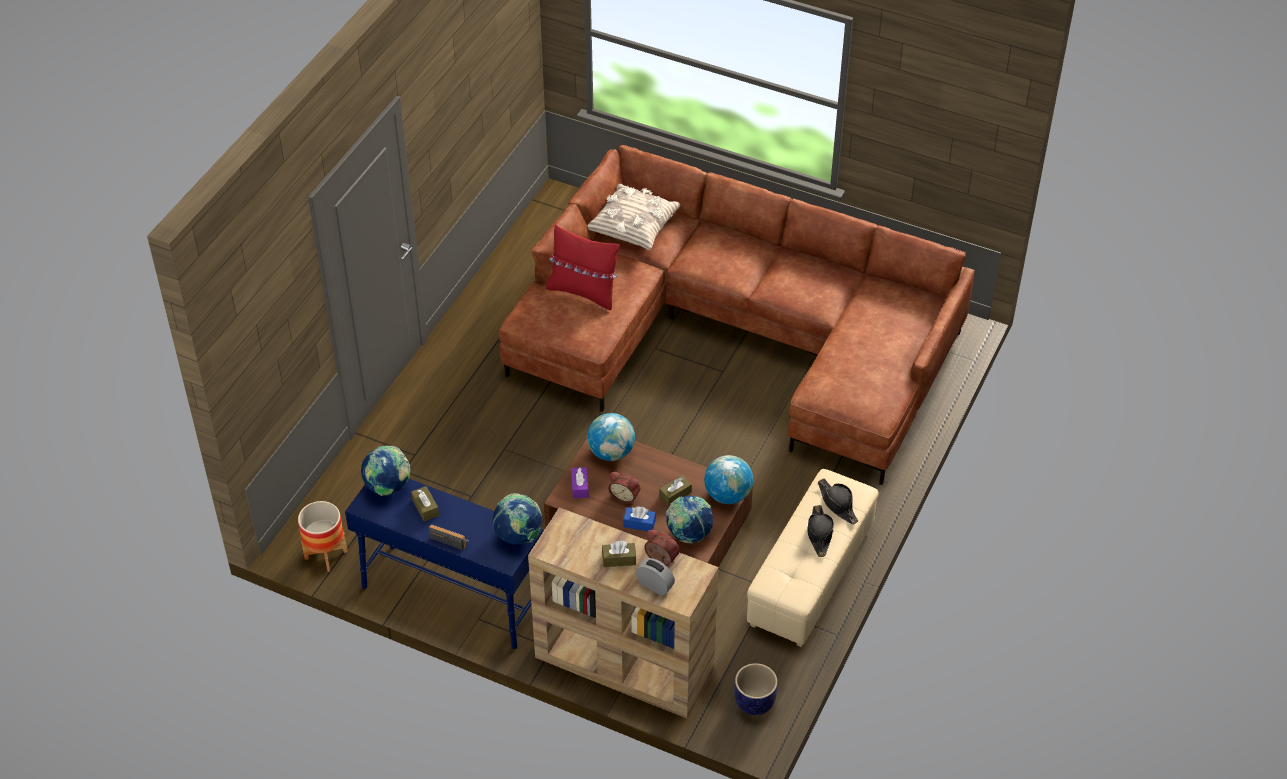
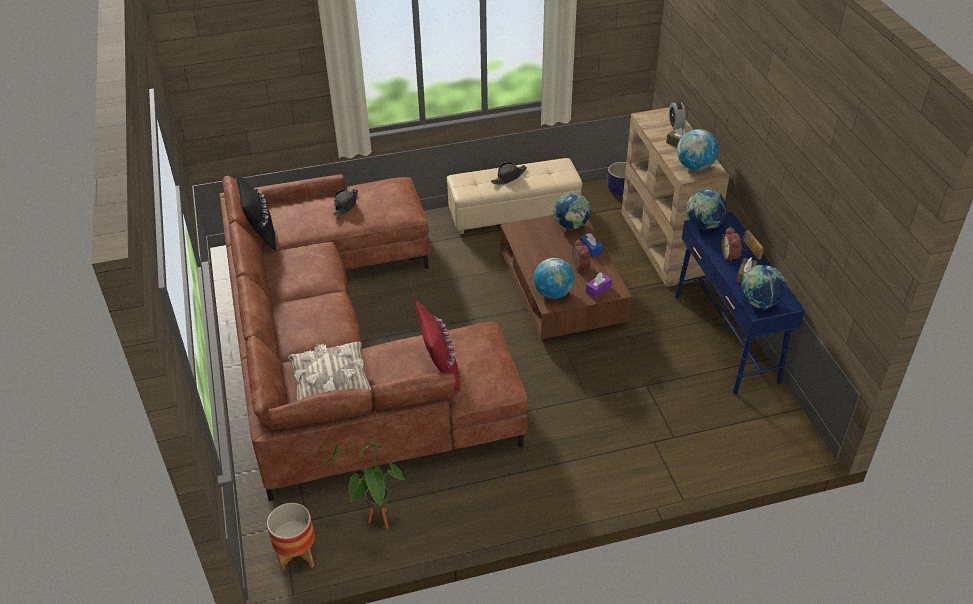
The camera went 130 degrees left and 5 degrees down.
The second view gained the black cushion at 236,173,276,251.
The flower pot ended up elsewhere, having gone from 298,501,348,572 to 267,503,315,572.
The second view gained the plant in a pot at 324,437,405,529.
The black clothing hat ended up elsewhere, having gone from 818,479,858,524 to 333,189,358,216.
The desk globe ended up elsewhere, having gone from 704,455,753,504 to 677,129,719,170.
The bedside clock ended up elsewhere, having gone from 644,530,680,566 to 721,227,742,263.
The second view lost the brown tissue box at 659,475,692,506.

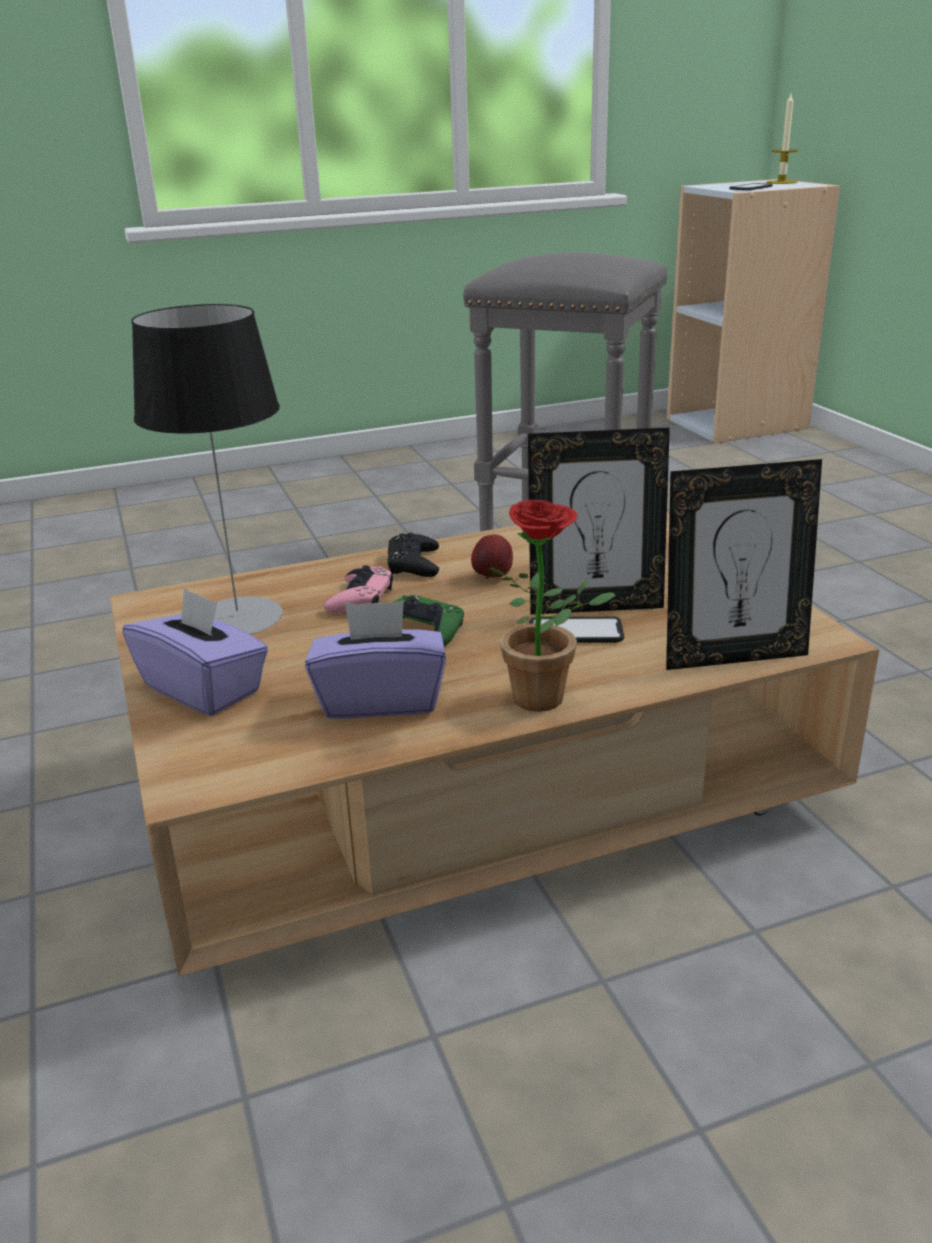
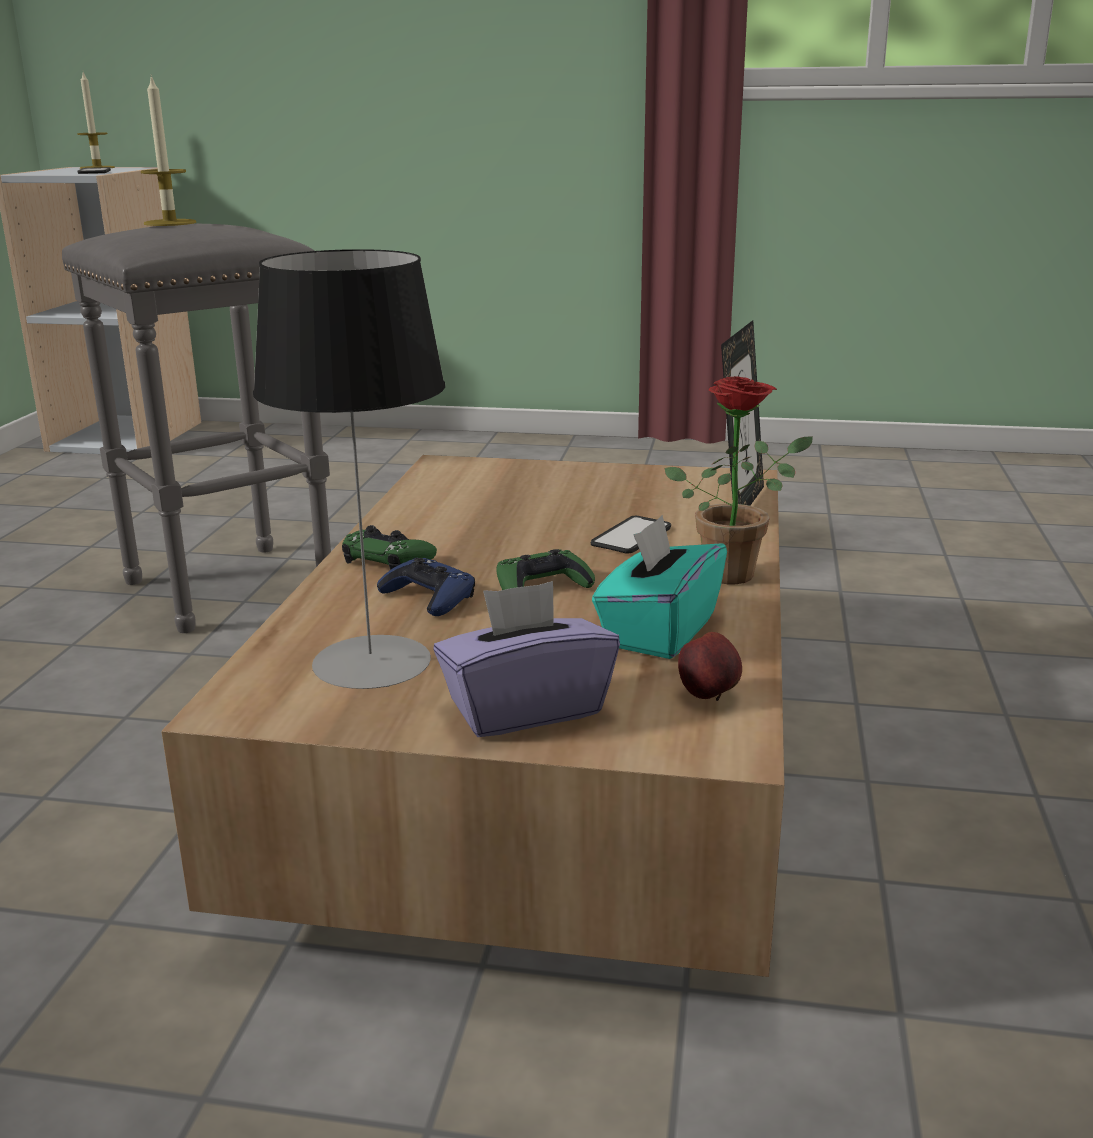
The camera went 60 degrees left and 5 degrees down.
The second view gained the candle at 141,75,196,226.
What was the black game controller at 387,532,439,577 turned into the greenish game controller at 342,525,437,570.
What was the pink game controller at 323,565,393,613 turned into the blue game controller at 377,558,475,616.
What was the purplish tissue box at 305,601,446,719 turned into the turquoise-coloured tissue box at 592,515,727,659.
The apple ended up elsewhere, having gone from 471,534,513,579 to 678,632,742,701.
The second view lost the picture frame at 528,427,670,614.

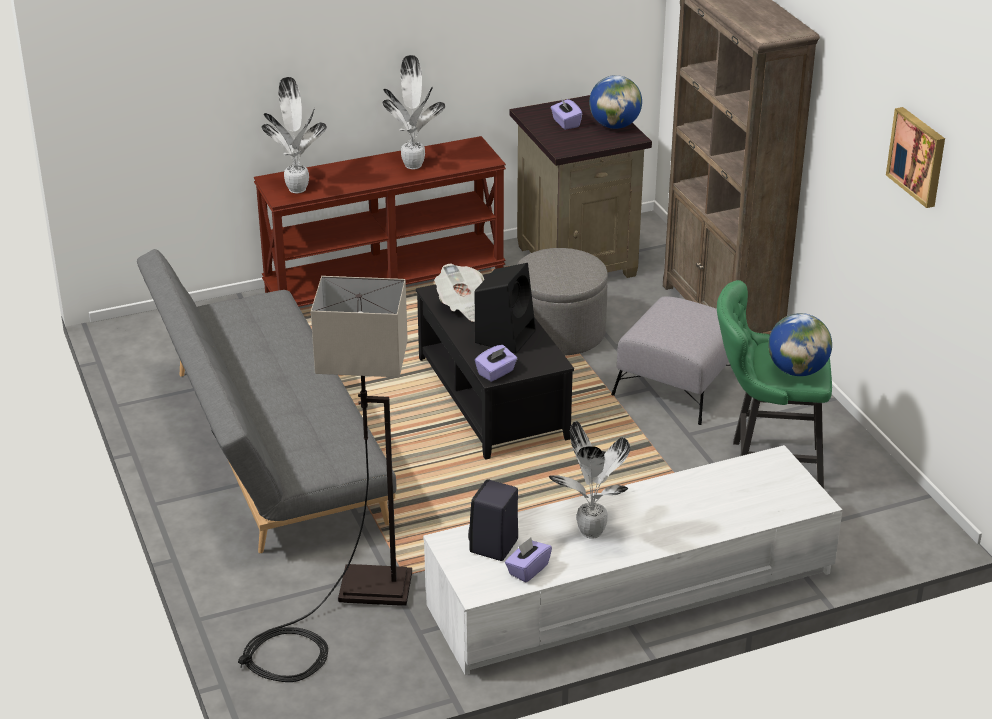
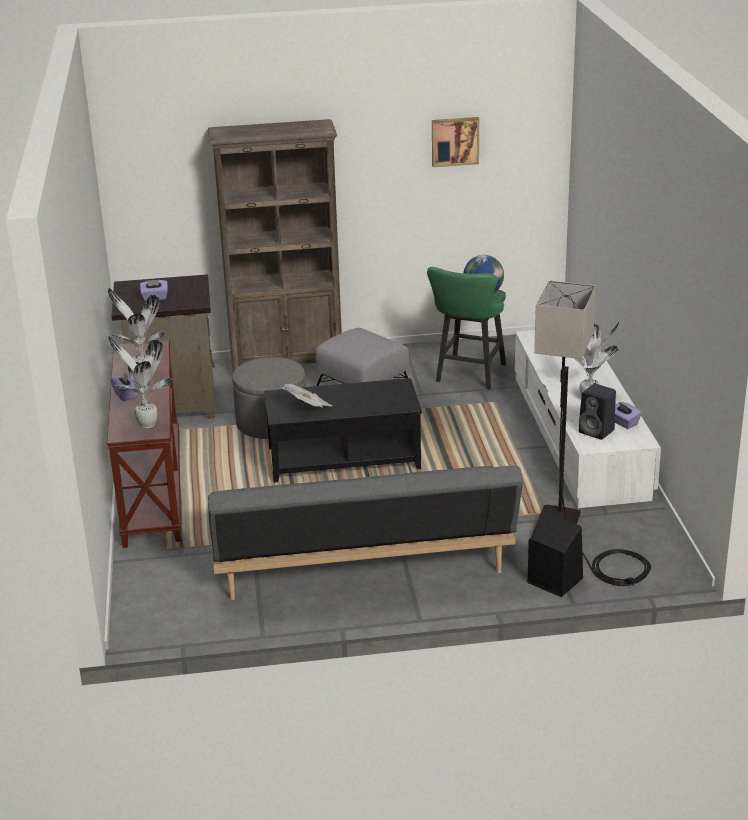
The camera went 75 degrees left and 5 degrees down.
The purplish tissue box ended up elsewhere, having gone from 475,345,517,382 to 111,371,137,401.
The black speaker ended up elsewhere, having gone from 475,263,536,354 to 528,513,583,597.
The second view lost the desk globe at 589,75,642,129.

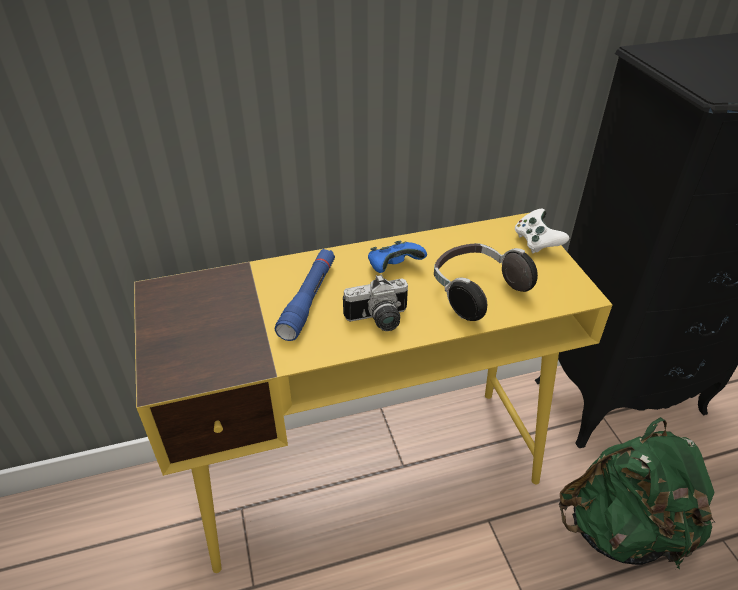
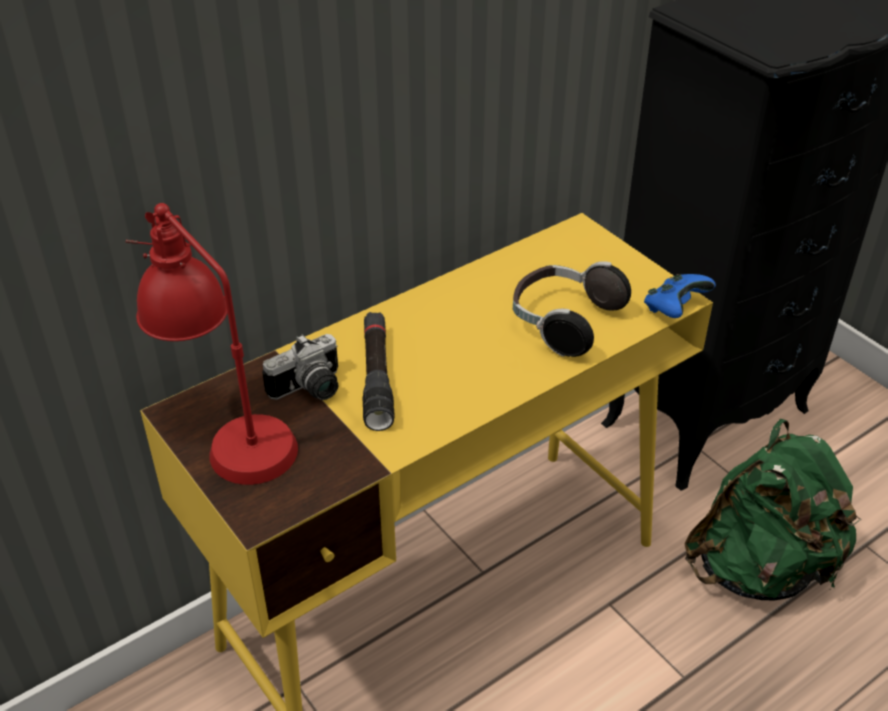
The camera went 20 degrees left and 0 degrees up.
The second view gained the red lamp for a table at 126,203,298,485.
The still camera ended up elsewhere, having gone from 343,274,408,331 to 262,334,338,400.
What was the blue torch at 275,249,335,341 turned into the black torch at 363,312,395,431.
The blue game controller ended up elsewhere, having gone from 368,241,427,273 to 644,274,716,318.
The second view lost the white game controller at 515,209,569,253.

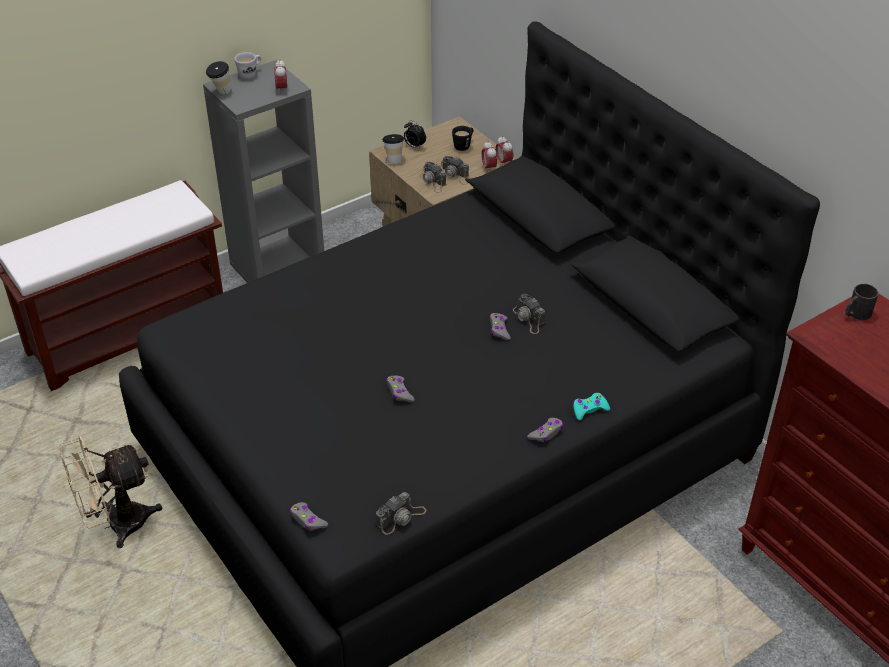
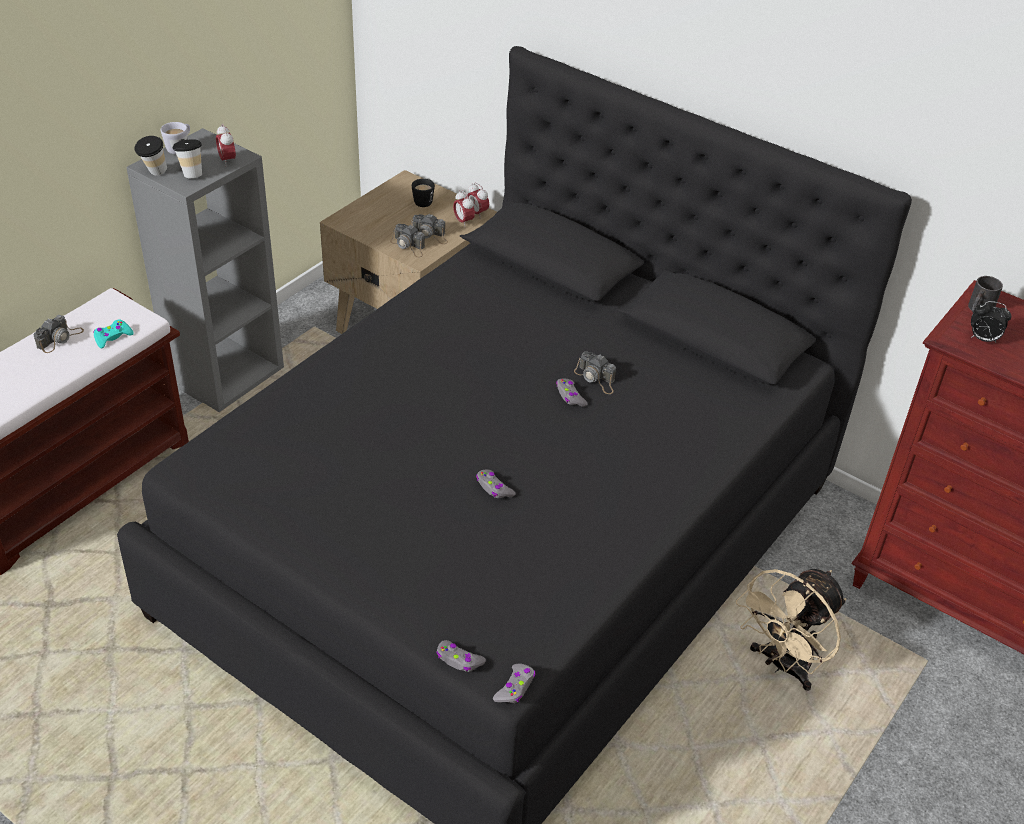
The camera went 20 degrees left and 0 degrees up.
The still camera ended up elsewhere, having gone from 376,492,426,535 to 34,315,84,353.
The turquoise-coloured game controller ended up elsewhere, having gone from 573,393,610,420 to 93,319,133,348.
The cup ended up elsewhere, having gone from 382,134,404,164 to 172,139,202,178.
The grey game controller ended up elsewhere, having gone from 527,418,563,442 to 493,664,535,703.
The beige fan ended up elsewhere, having gone from 58,436,162,548 to 736,569,846,691.
The bedside clock ended up elsewhere, having gone from 404,120,426,149 to 971,301,1011,342.

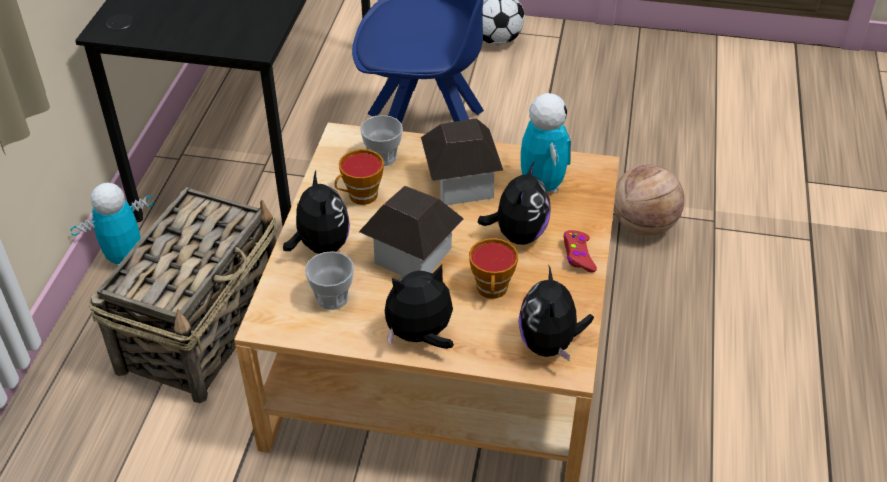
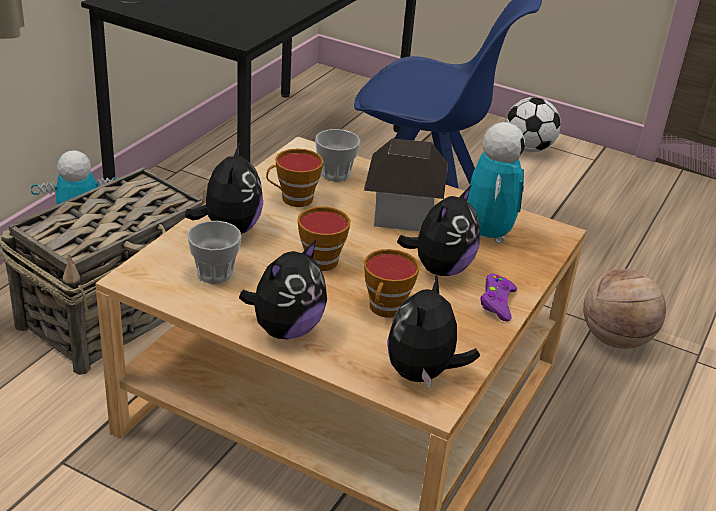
The camera went 15 degrees right and 10 degrees down.
The cuddly toy at 385,264,454,349 ended up facing another way, 135 degrees clockwise from before.
Where the miniature house stood at 359,186,464,276, the cup came to stand at 298,206,350,271.
What was the red game controller at 563,230,597,272 turned into the purplish game controller at 480,273,517,321.

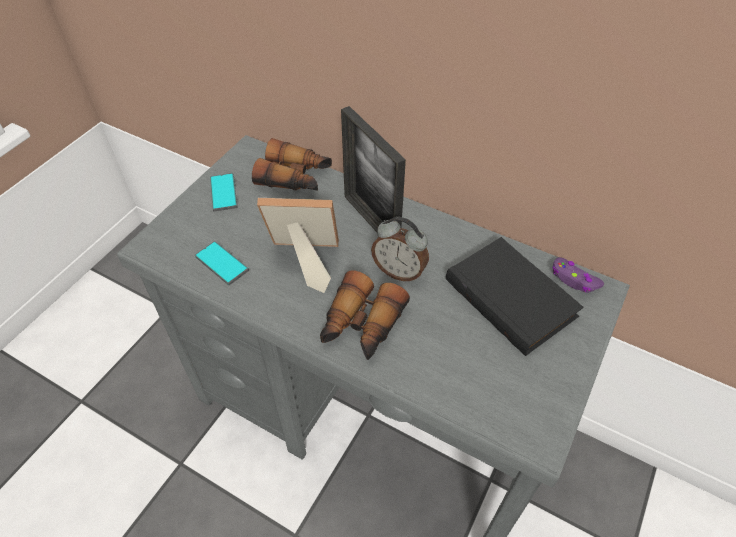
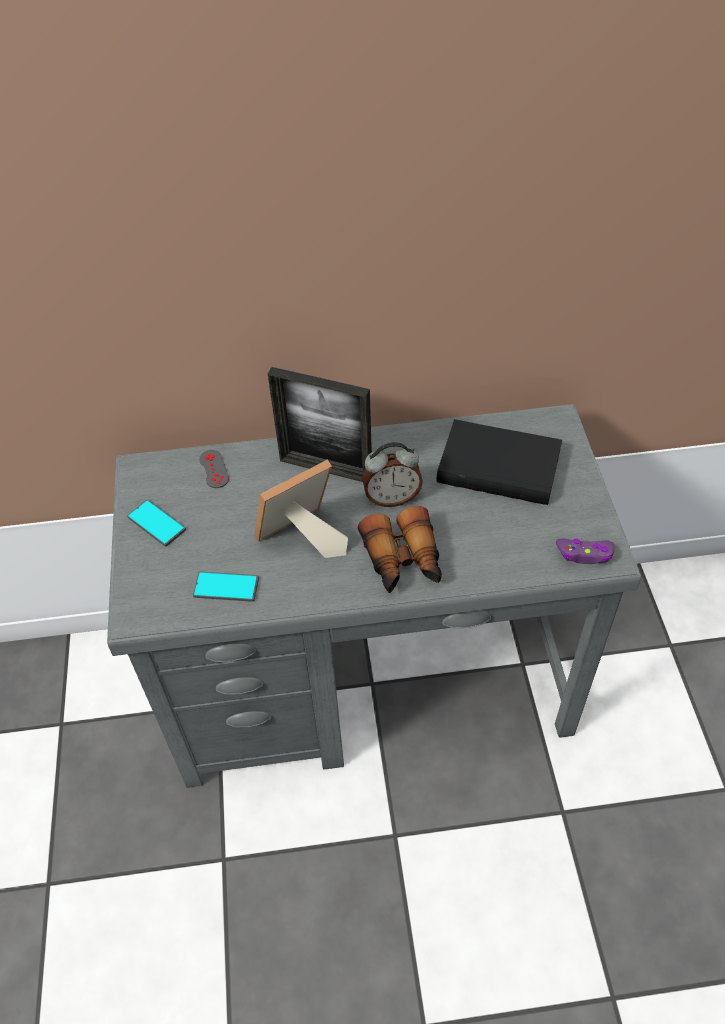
The camera went 35 degrees left and 0 degrees up.
Where the pair of binoculars stood at 252,138,332,191, the grey game controller came to stand at 199,450,229,488.
The purplish game controller ended up elsewhere, having gone from 553,257,604,293 to 556,538,615,564.

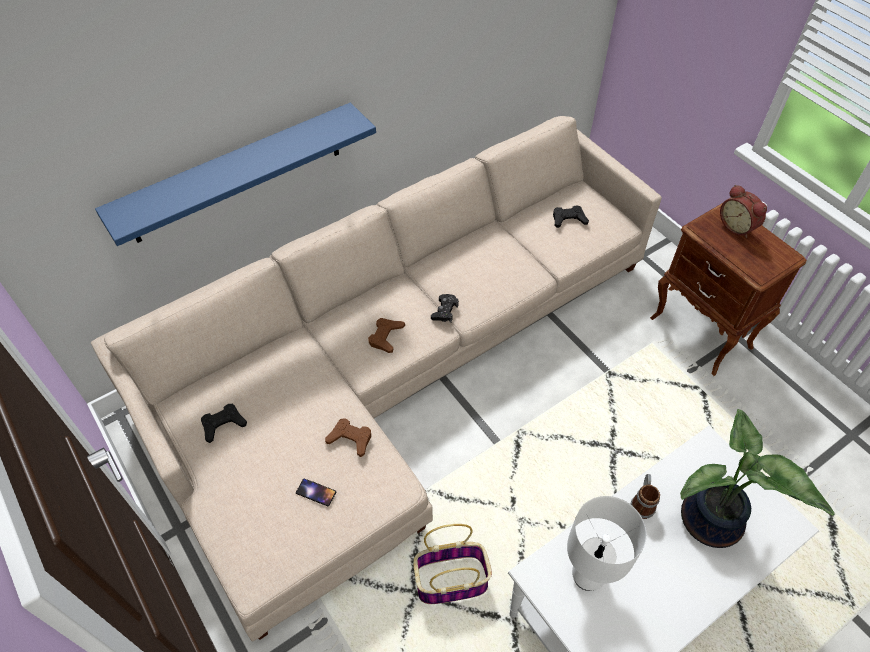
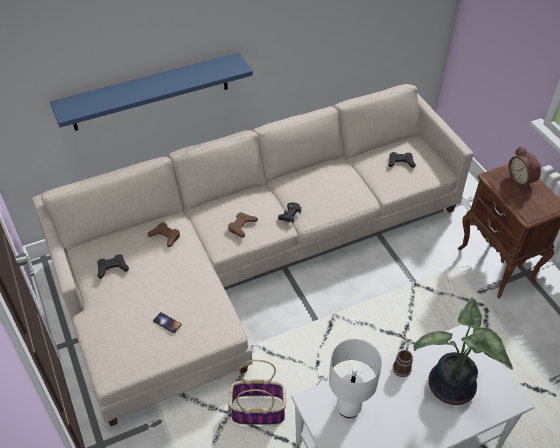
The camera went 10 degrees right and 5 degrees down.
The brown game controller ended up elsewhere, having gone from 325,418,371,457 to 148,222,180,247.

